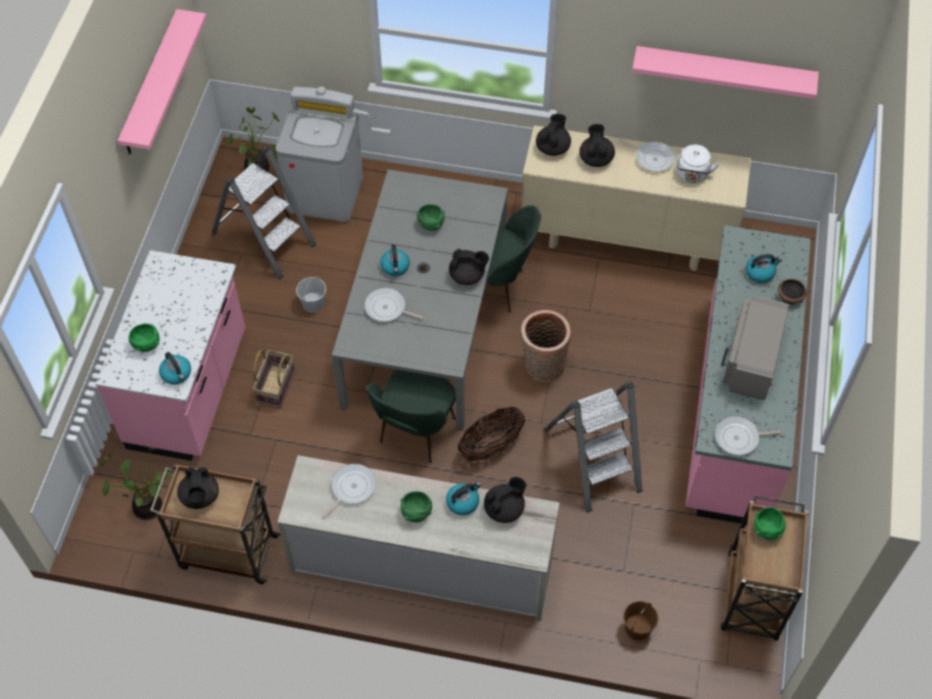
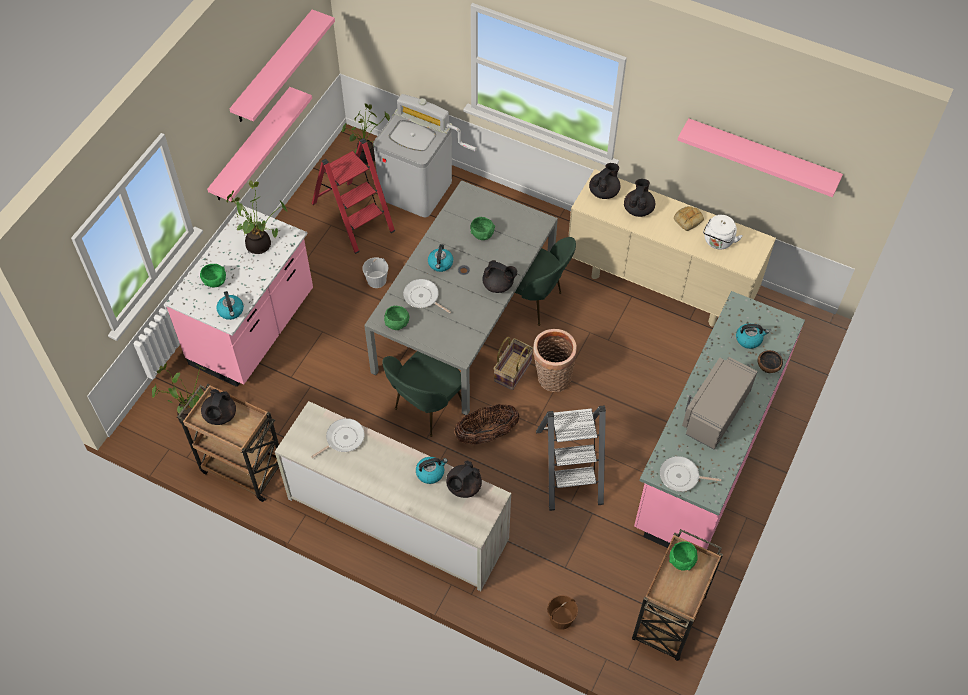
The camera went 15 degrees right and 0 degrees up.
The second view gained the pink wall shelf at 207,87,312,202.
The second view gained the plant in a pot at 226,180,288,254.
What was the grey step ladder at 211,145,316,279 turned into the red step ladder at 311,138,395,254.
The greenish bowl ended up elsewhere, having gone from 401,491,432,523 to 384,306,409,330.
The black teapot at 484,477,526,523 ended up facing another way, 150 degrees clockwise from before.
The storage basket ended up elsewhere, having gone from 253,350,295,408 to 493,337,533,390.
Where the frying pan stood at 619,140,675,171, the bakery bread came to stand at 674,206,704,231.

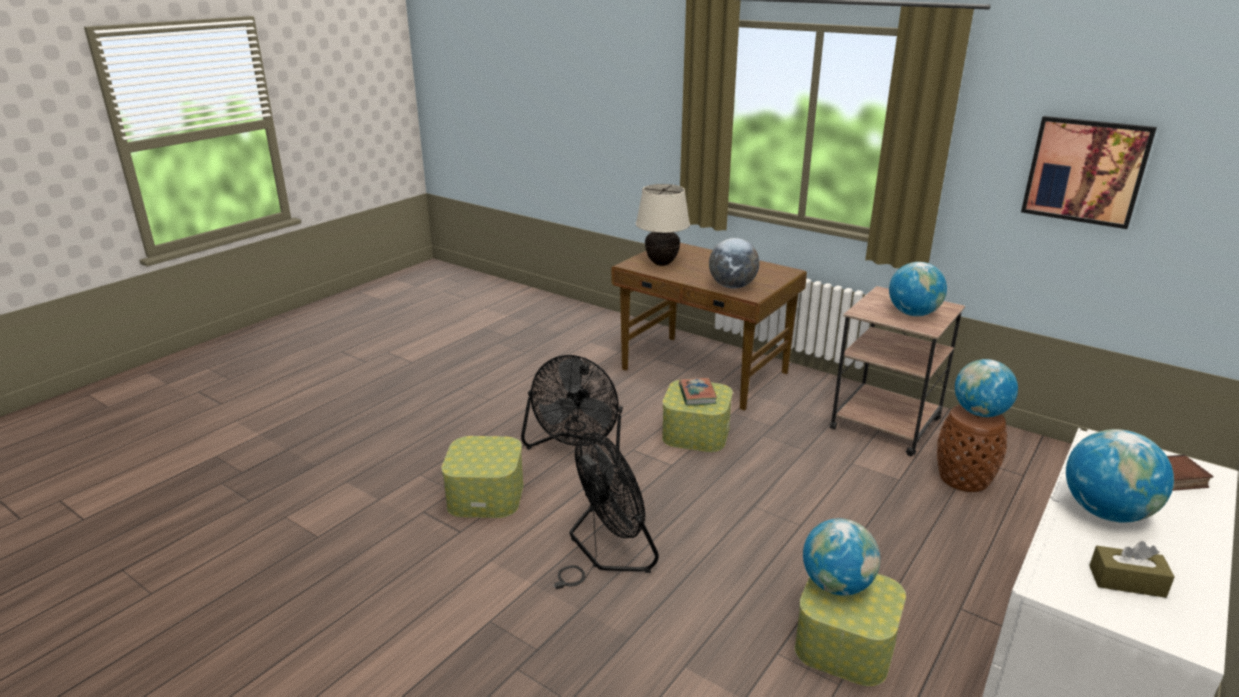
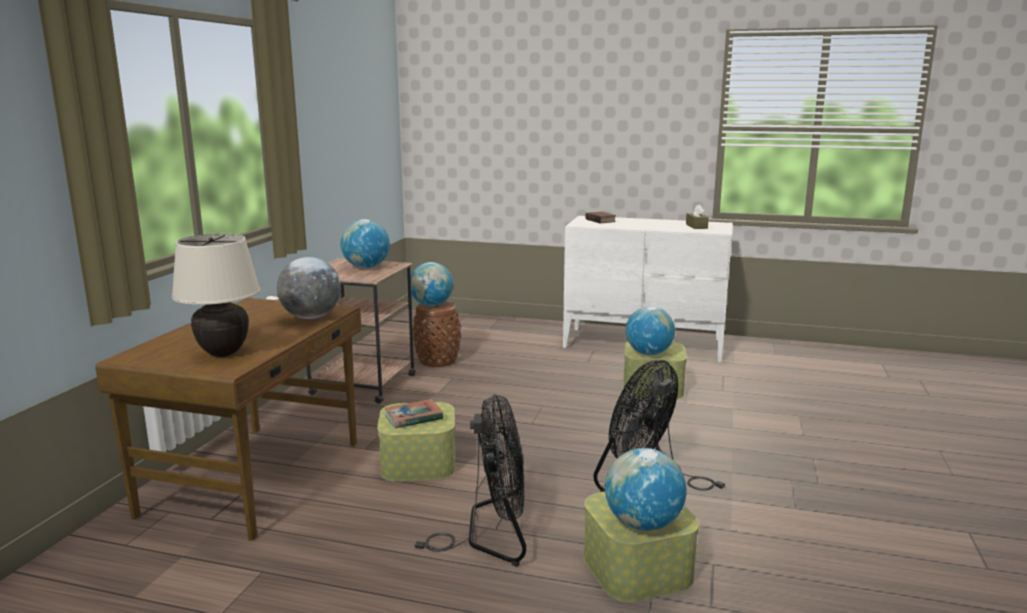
The camera went 110 degrees left and 10 degrees down.
The desk globe ended up elsewhere, having gone from 1066,429,1174,523 to 605,448,686,531.
The second view lost the wall picture at 1021,116,1157,229.

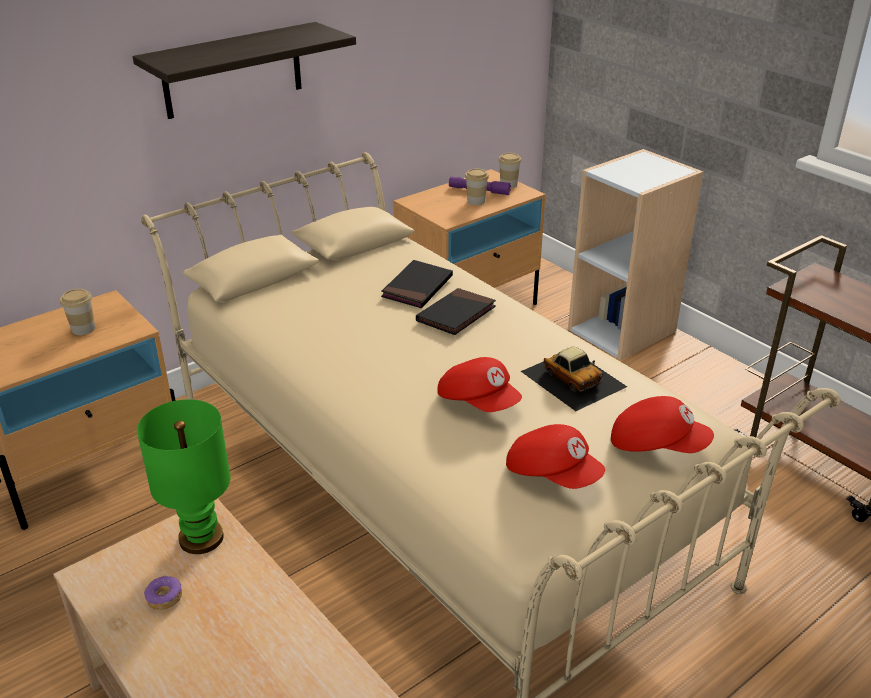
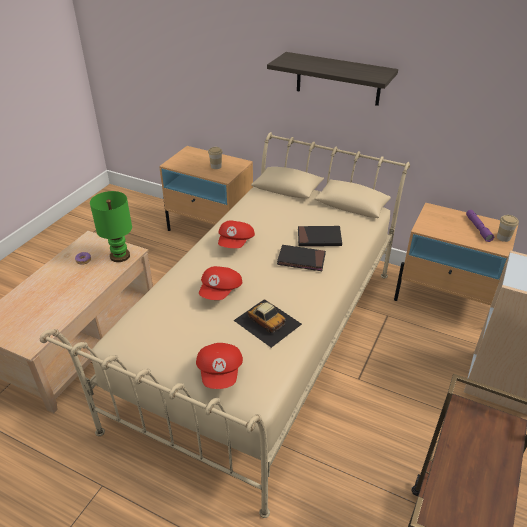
The camera went 65 degrees right and 5 degrees up.
The red cap ended up elsewhere, having gone from 506,424,605,489 to 218,221,255,248.
The toy car at 521,347,627,411 ended up facing another way, 75 degrees counterclockwise from before.
The second view lost the cup at 465,169,489,205.

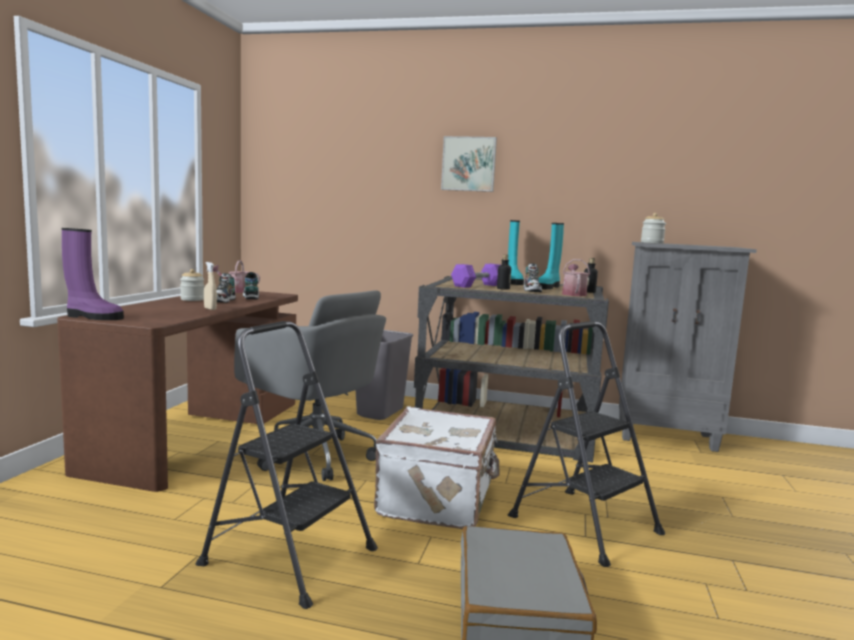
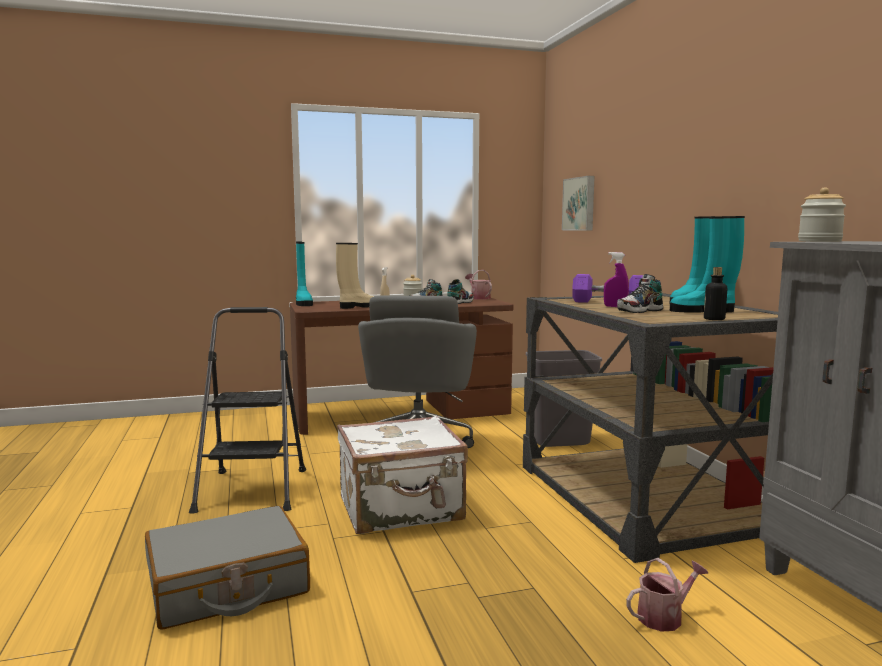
The camera went 60 degrees right and 0 degrees up.
What was the purplish boot at 62,228,124,320 turned into the turquoise-coloured boot at 296,241,313,306.
The second view gained the beige boot at 336,243,374,309.
The wall picture ended up elsewhere, having gone from 441,136,497,192 to 562,176,595,231.
Where the drink bottle stood at 497,255,511,290, the purplish sprayer came to stand at 604,252,629,307.
The sprinkling can ended up elsewhere, having gone from 562,259,590,296 to 626,558,709,632.
The second view lost the black step ladder at 508,321,665,567.

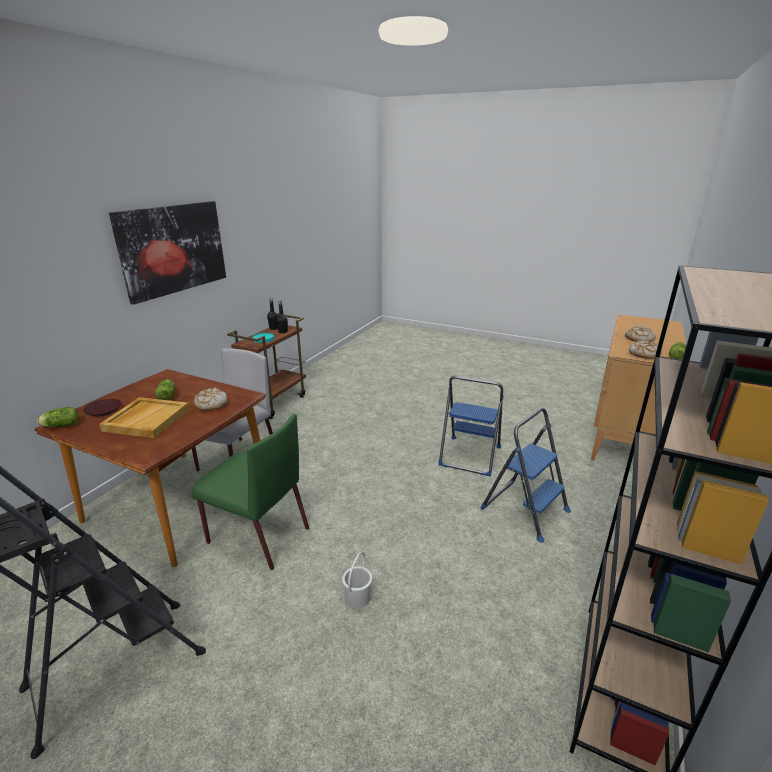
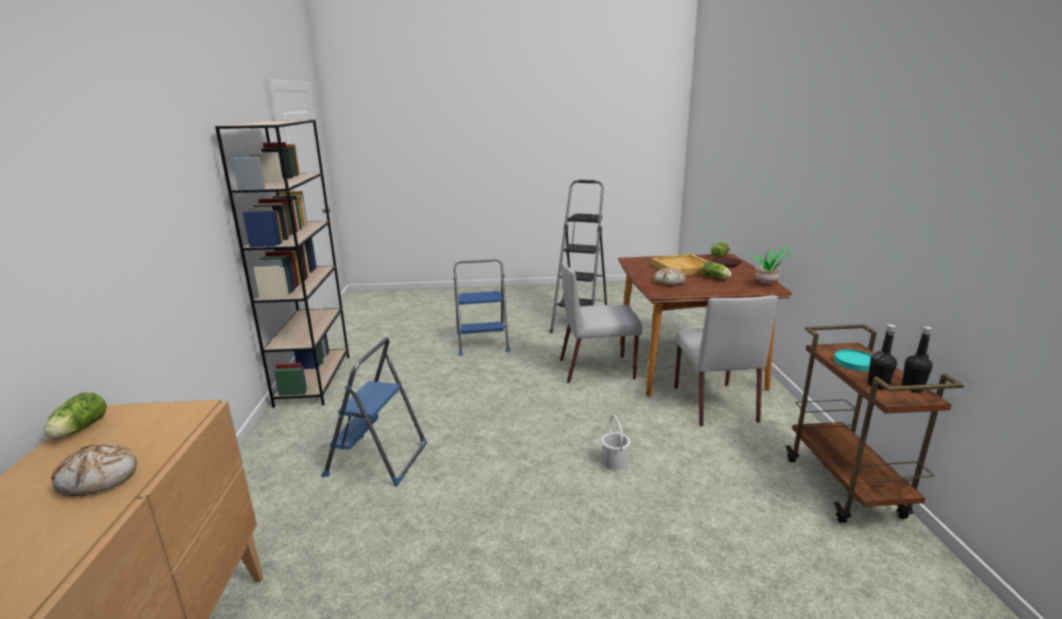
The camera went 150 degrees right and 5 degrees down.
The blue step ladder ended up elsewhere, having gone from 438,376,504,476 to 453,259,510,356.
What was the greenish plain chair at 191,414,309,570 turned into the grey plain chair at 560,257,643,383.
The white water bucket ended up elsewhere, having gone from 342,552,372,609 to 601,415,630,471.
The second view gained the plant in a pot at 749,246,796,284.
The second view lost the wall picture at 109,201,226,305.
The second view lost the bakery bread at 629,340,662,359.

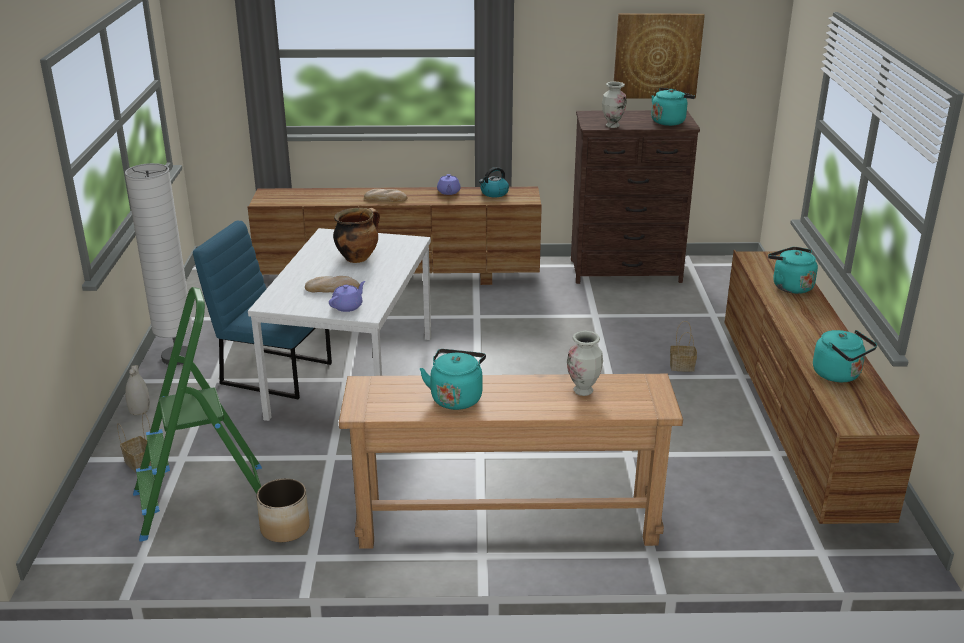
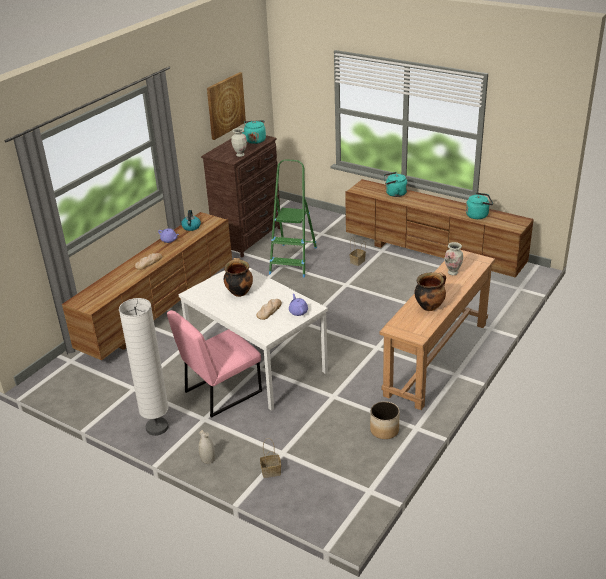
The camera went 55 degrees left and 5 degrees up.
What was the blue plain chair at 193,221,332,399 turned into the pink plain chair at 167,310,262,418.
The greenish step ladder ended up elsewhere, having gone from 133,287,262,541 to 269,159,317,277.
Where the turquoise-coloured water kettle stood at 420,349,486,410, the stockpot came to stand at 415,272,446,311.

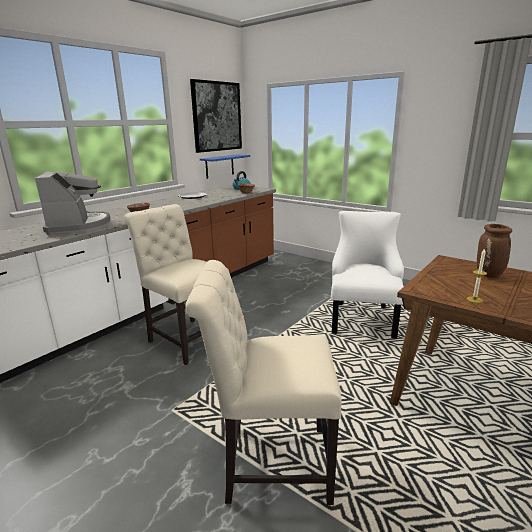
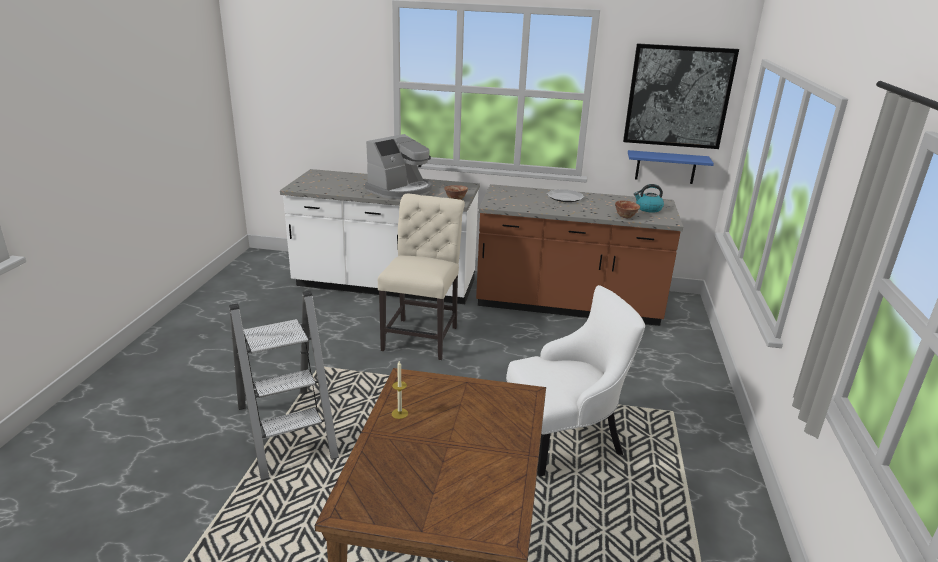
The camera went 60 degrees right and 5 degrees up.
Where the beige plain chair stood at 185,260,342,505, the grey step ladder came to stand at 229,291,339,480.
The second view lost the brown flower vase at 477,224,512,278.

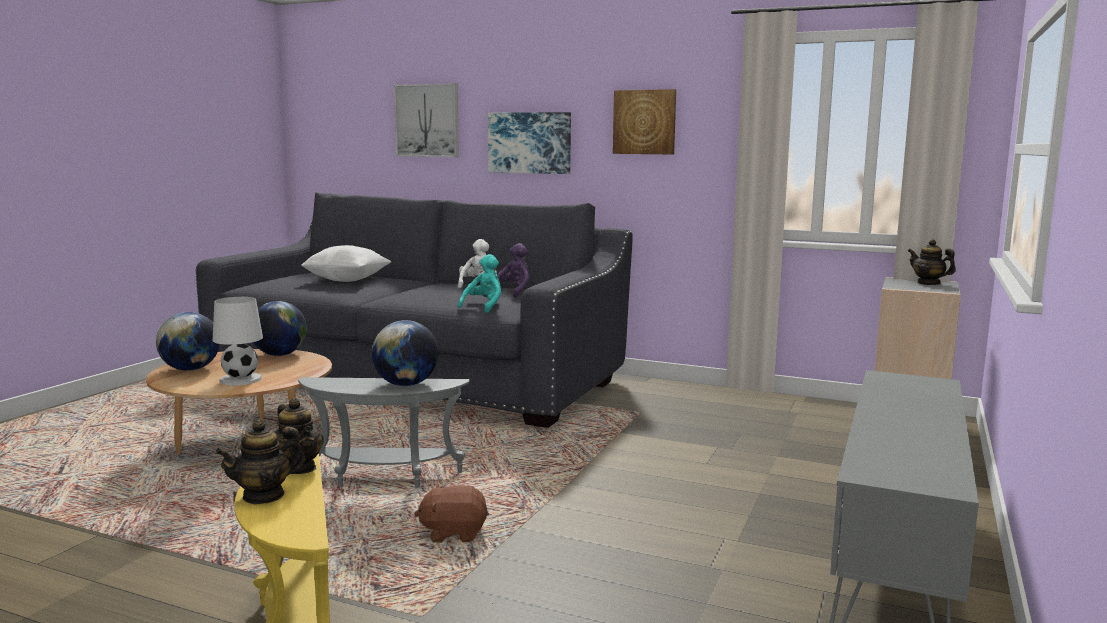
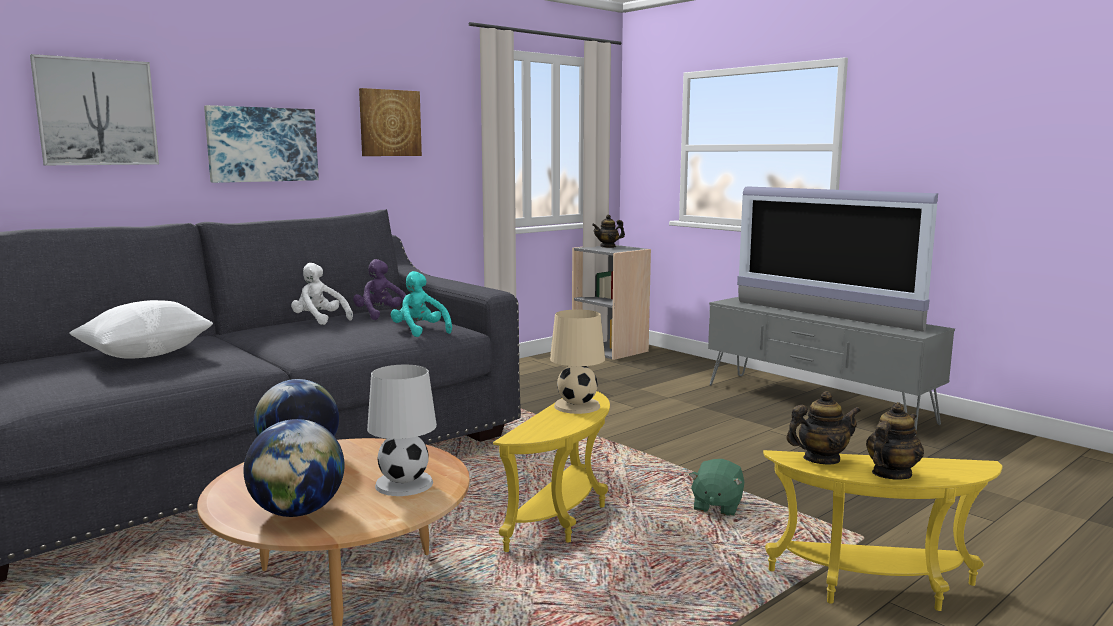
The camera went 65 degrees left and 0 degrees up.
What was the grey accent table at 298,377,470,488 turned into the yellow accent table at 493,391,610,552.
Where the desk globe stood at 372,320,439,386, the beige lamp for a table came to stand at 550,310,605,414.
What was the brown cuddly toy at 415,484,489,543 turned into the greenish cuddly toy at 689,459,744,516.
The second view gained the TV set at 737,186,938,332.
The teapot at 215,420,305,505 ended up facing another way, 120 degrees counterclockwise from before.

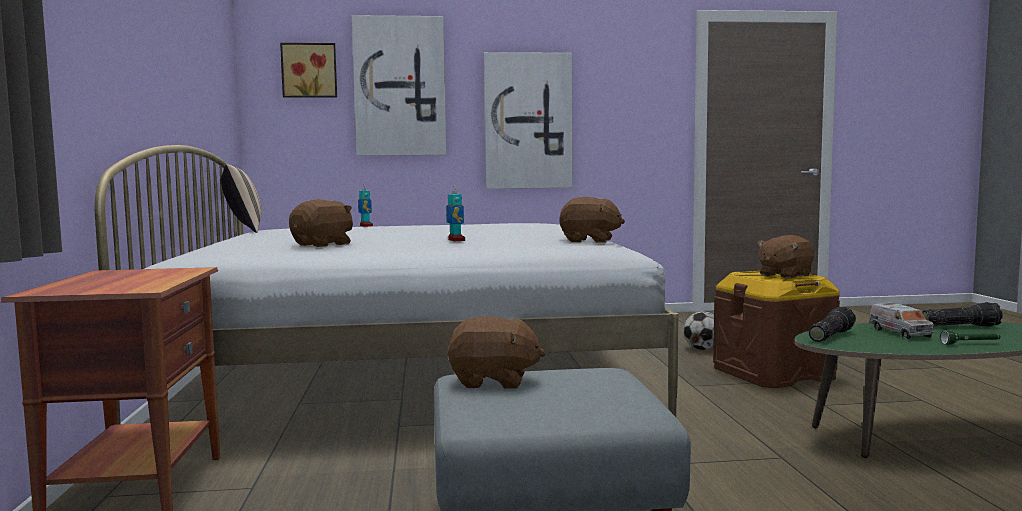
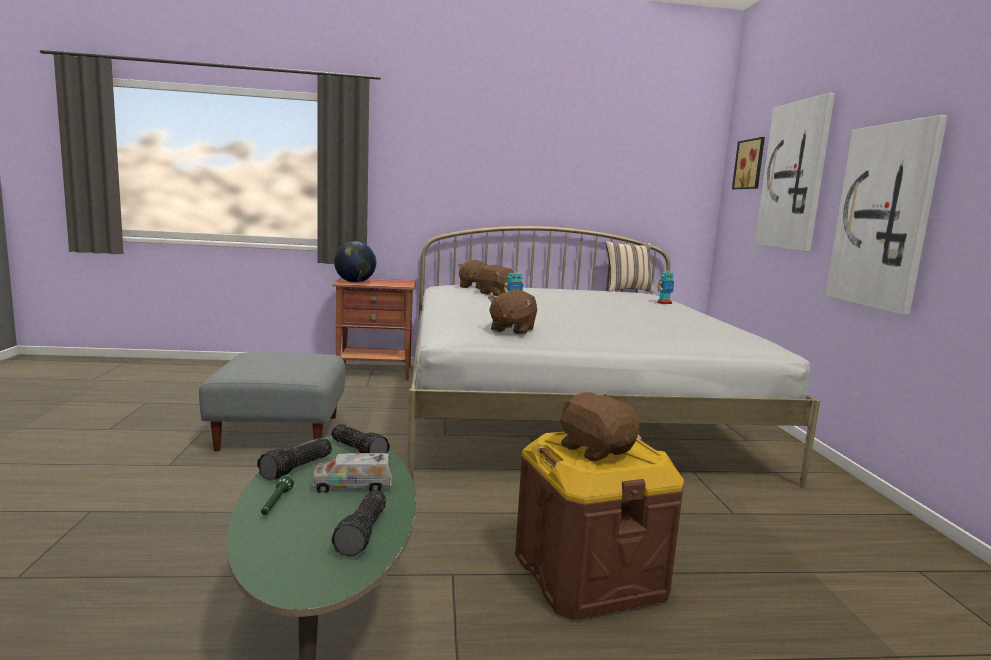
The camera went 90 degrees right and 5 degrees up.
The second view gained the torch at 257,438,332,481.
The second view gained the desk globe at 334,241,376,283.
The brown cuddly toy ended up elsewhere, having gone from 447,316,546,389 to 457,260,487,289.
The second view lost the ball for football at 683,311,714,350.

